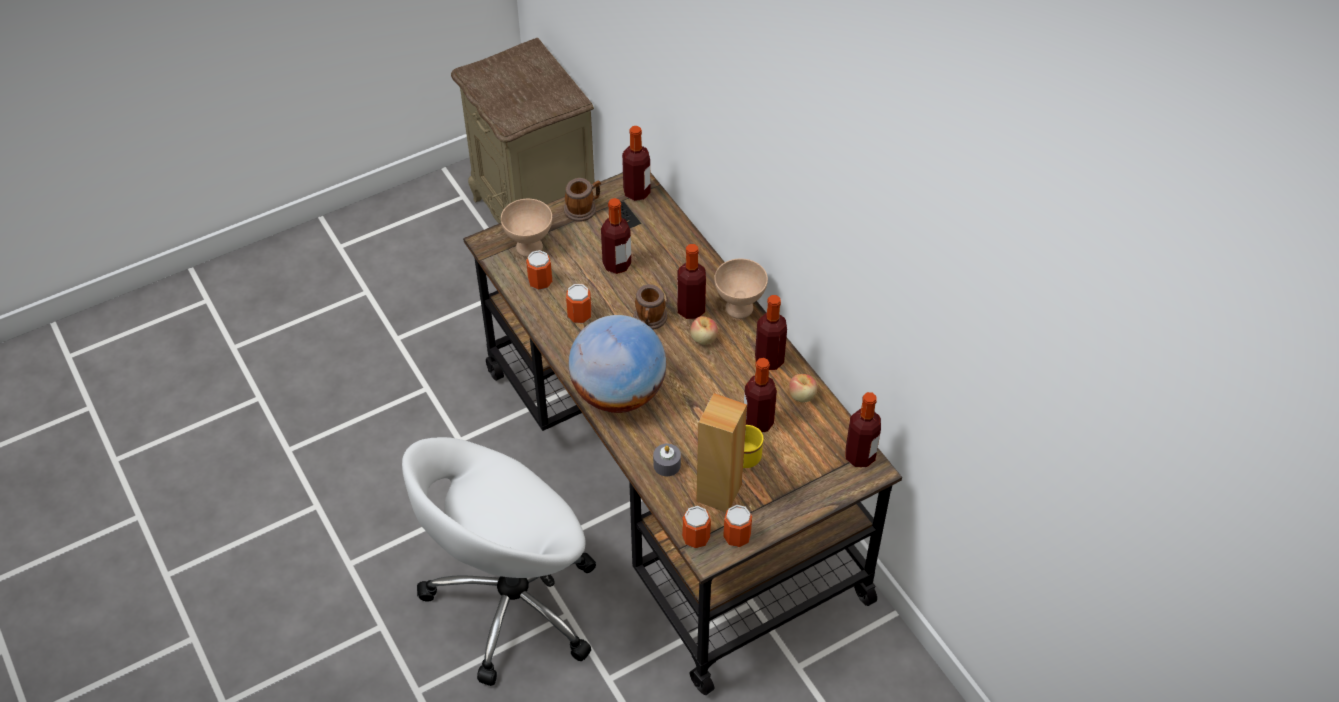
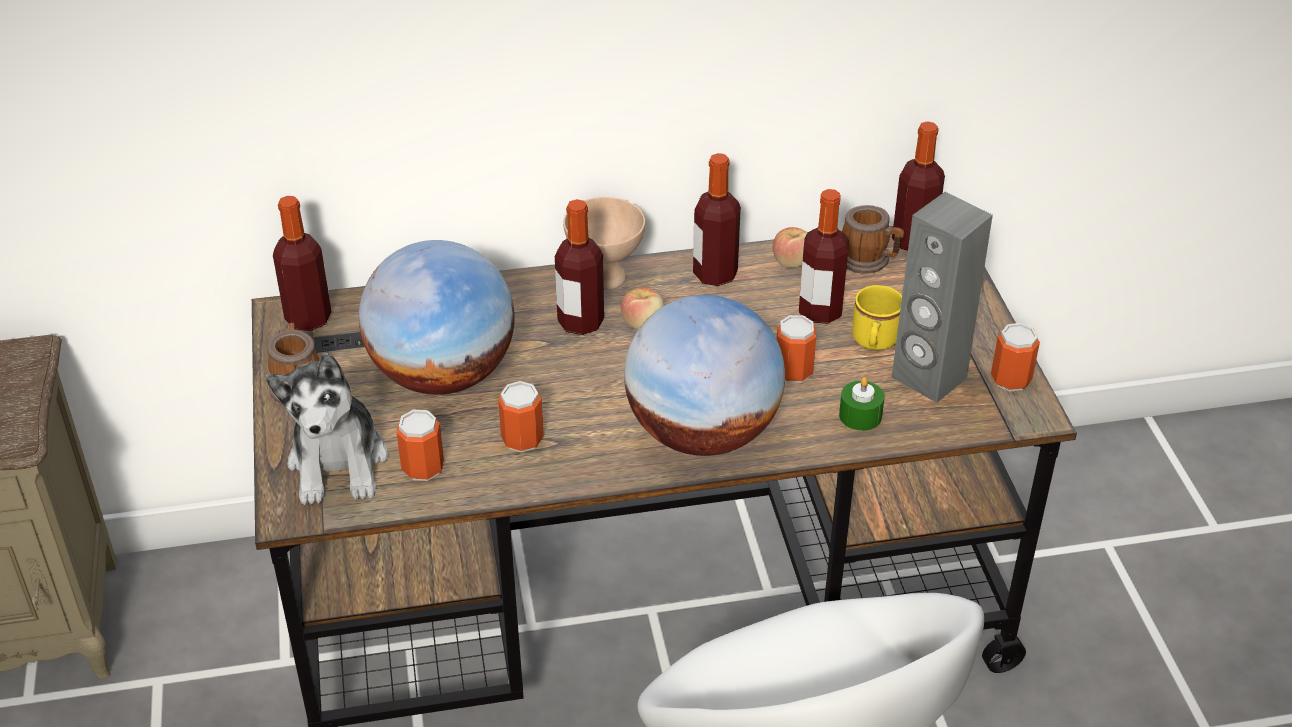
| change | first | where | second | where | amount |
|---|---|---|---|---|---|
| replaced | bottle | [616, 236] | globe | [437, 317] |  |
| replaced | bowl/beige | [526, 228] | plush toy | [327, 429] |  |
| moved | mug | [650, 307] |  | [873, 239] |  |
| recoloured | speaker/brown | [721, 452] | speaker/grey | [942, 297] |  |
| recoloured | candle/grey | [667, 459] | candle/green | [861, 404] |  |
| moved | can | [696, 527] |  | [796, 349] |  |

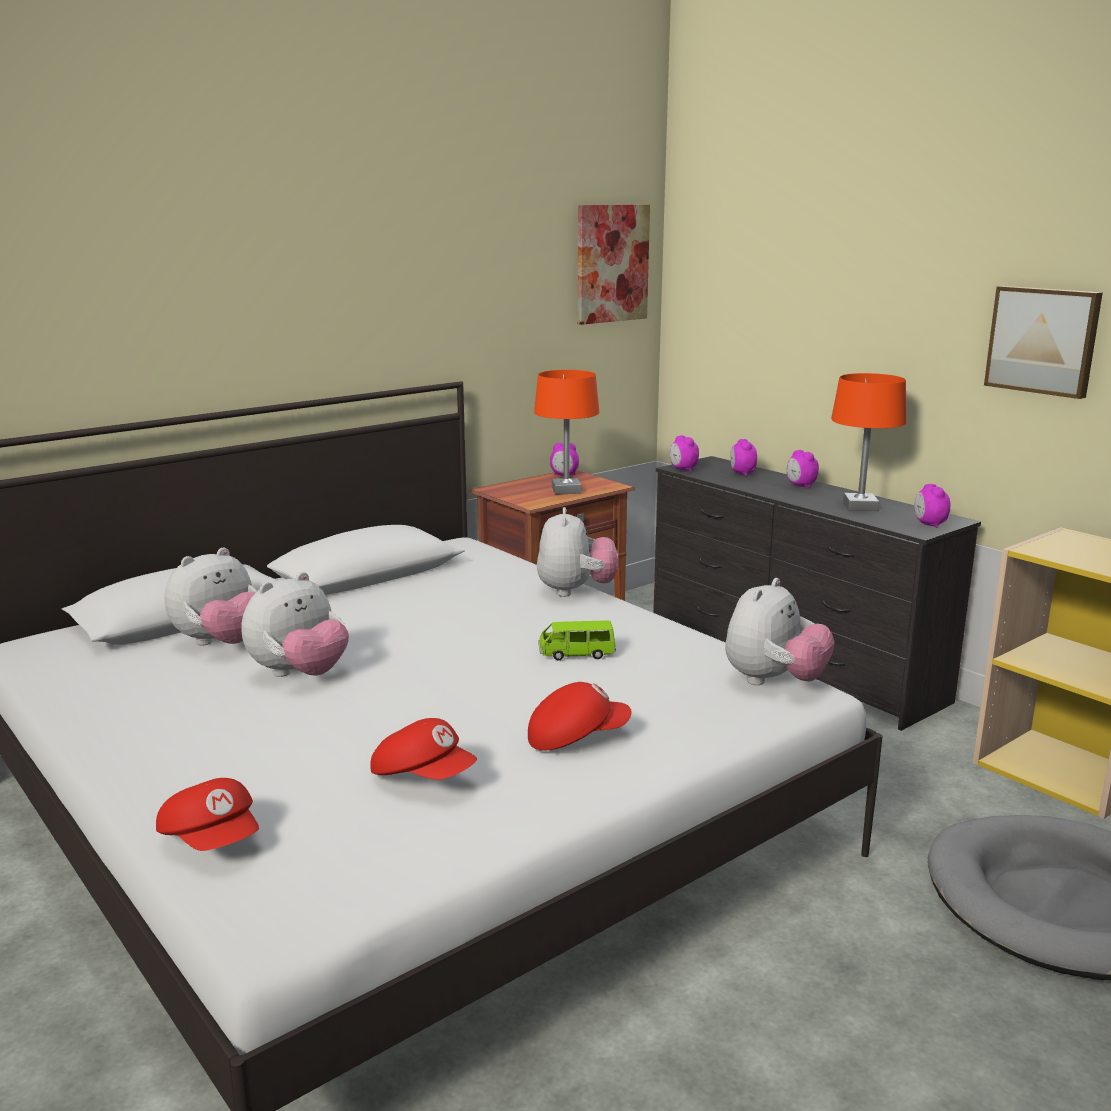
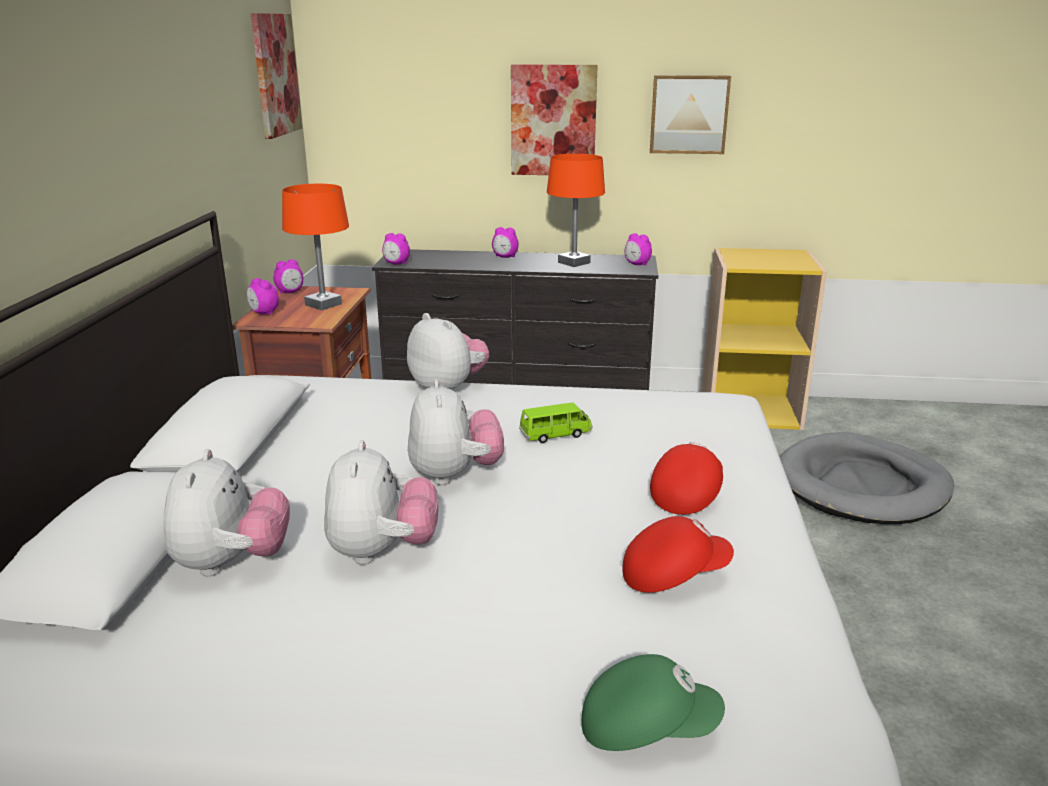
| change | first | where | second | where | amount |
|---|---|---|---|---|---|
| moved | alarm clock | [743, 457] |  | [263, 296] |  |
| moved | plush toy | [779, 631] |  | [456, 432] |  |
| turned | toy car/green | [577, 640] |  | [556, 423] | 150 degrees counterclockwise |
| recoloured | cap/red | [207, 814] | cap/green | [653, 702] |  |
| added |  |  | picture | [554, 119] |  |

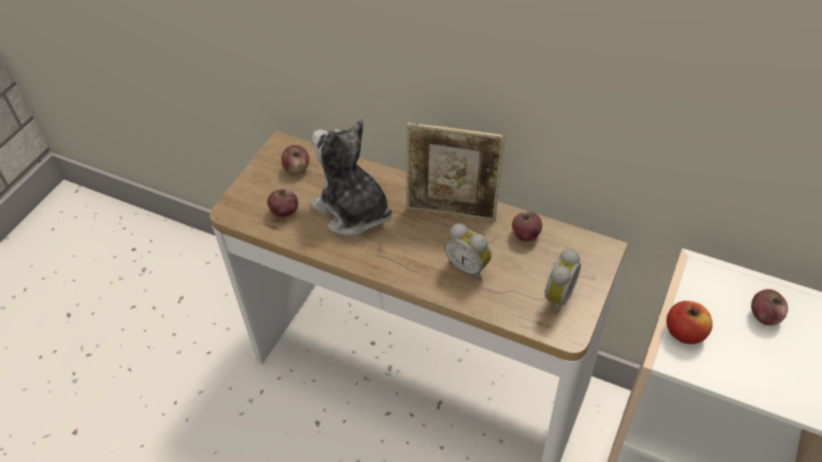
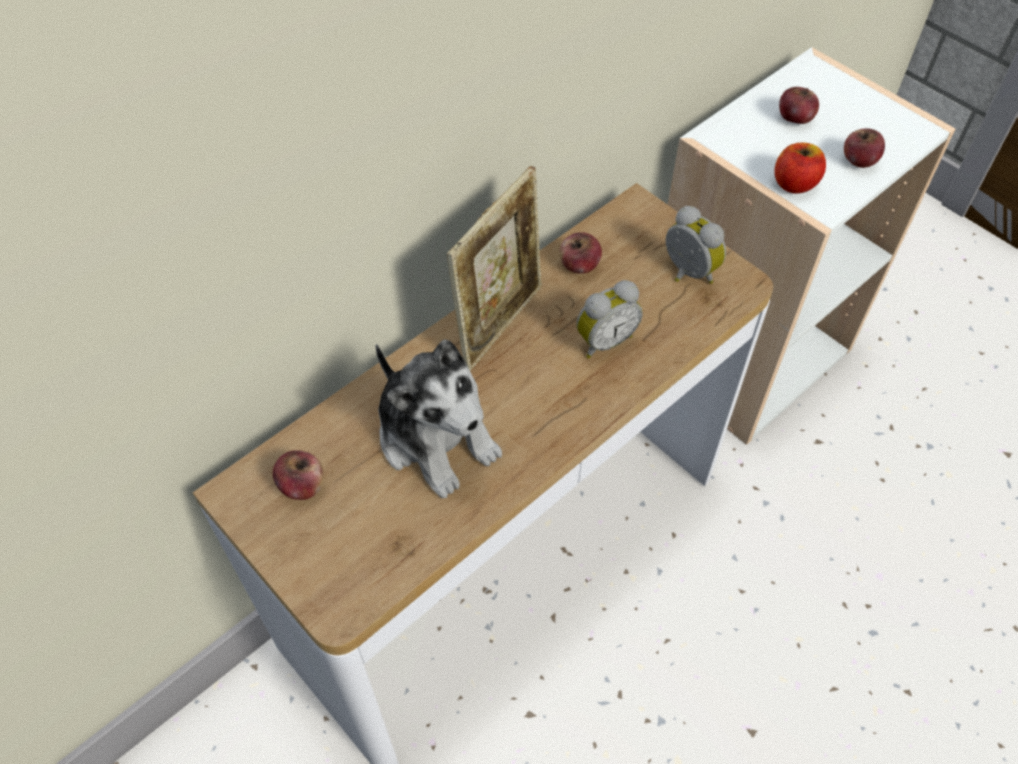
| change | first | where | second | where | amount |
|---|---|---|---|---|---|
| turned | plush toy | [351, 178] |  | [438, 419] | 105 degrees counterclockwise |
| moved | apple | [282, 203] |  | [864, 148] |  |

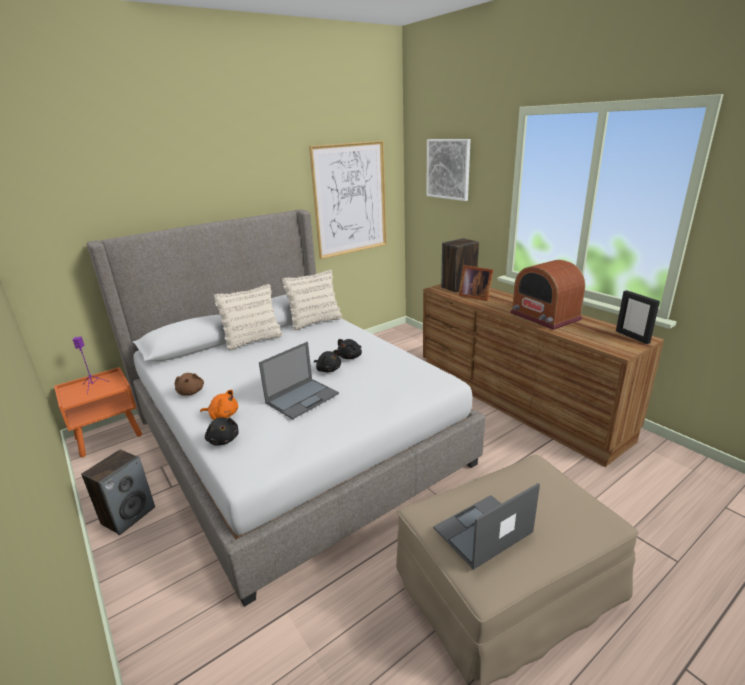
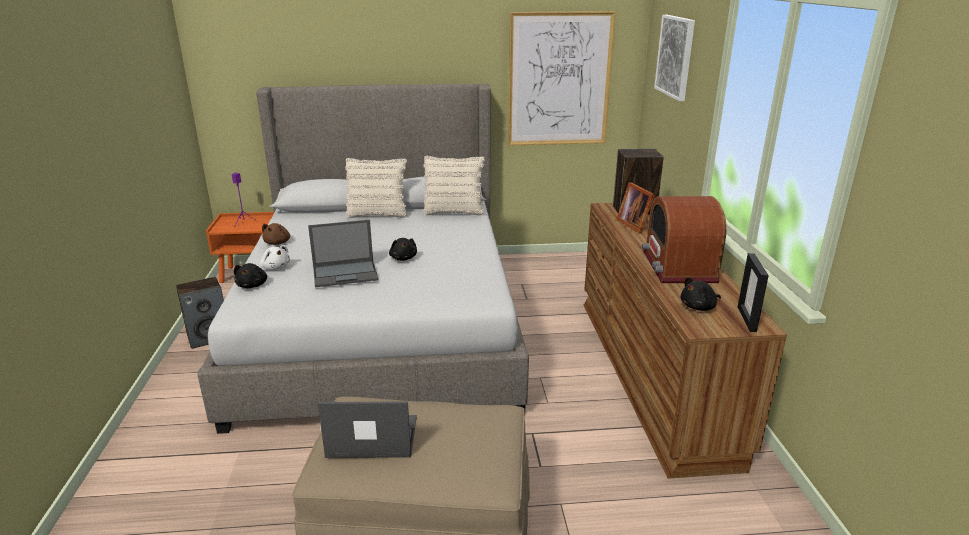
| change | first | where | second | where | amount |
|---|---|---|---|---|---|
| moved | plush toy/black | [349, 349] |  | [701, 294] |  |
| recoloured | plush toy/orange | [219, 405] | plush toy/white | [275, 257] |  |

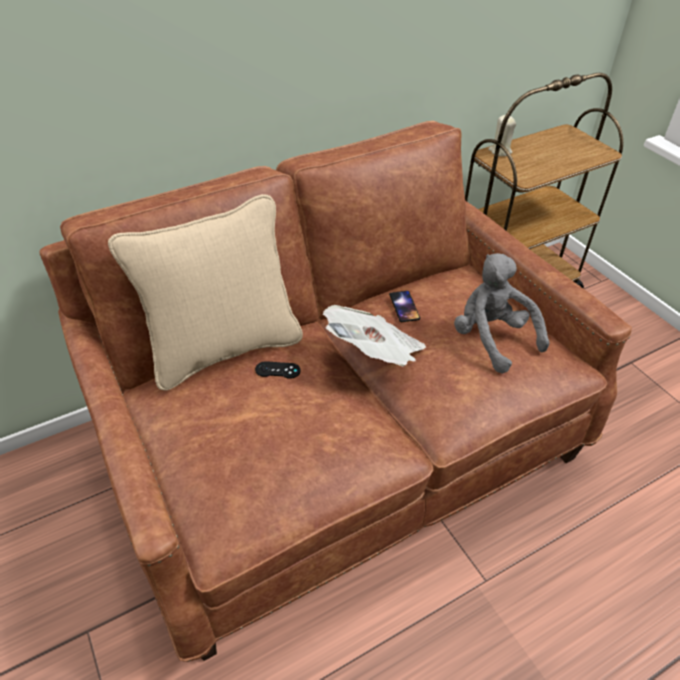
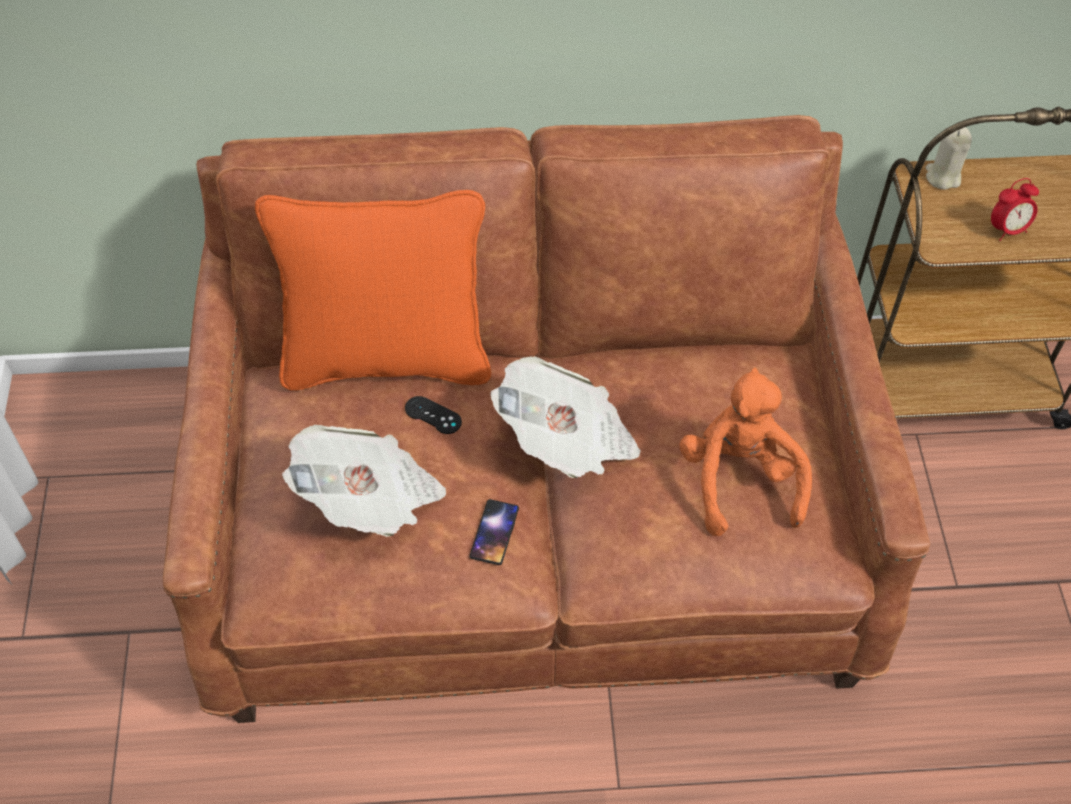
| change | first | where | second | where | amount |
|---|---|---|---|---|---|
| recoloured | pillow/beige | [205, 292] | pillow/orange | [373, 290] |  |
| recoloured | plush toy/grey | [501, 313] | plush toy/orange | [746, 451] |  |
| moved | phone | [404, 306] |  | [494, 532] |  |
| added |  |  | alarm clock | [1015, 209] |  |
| added |  |  | newspaper | [364, 481] |  |

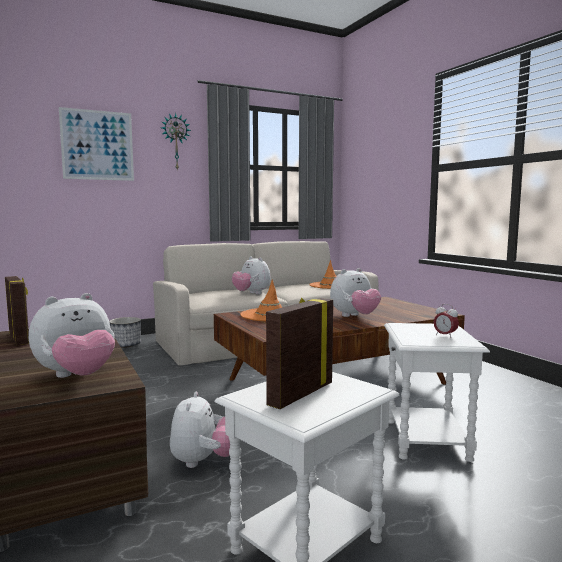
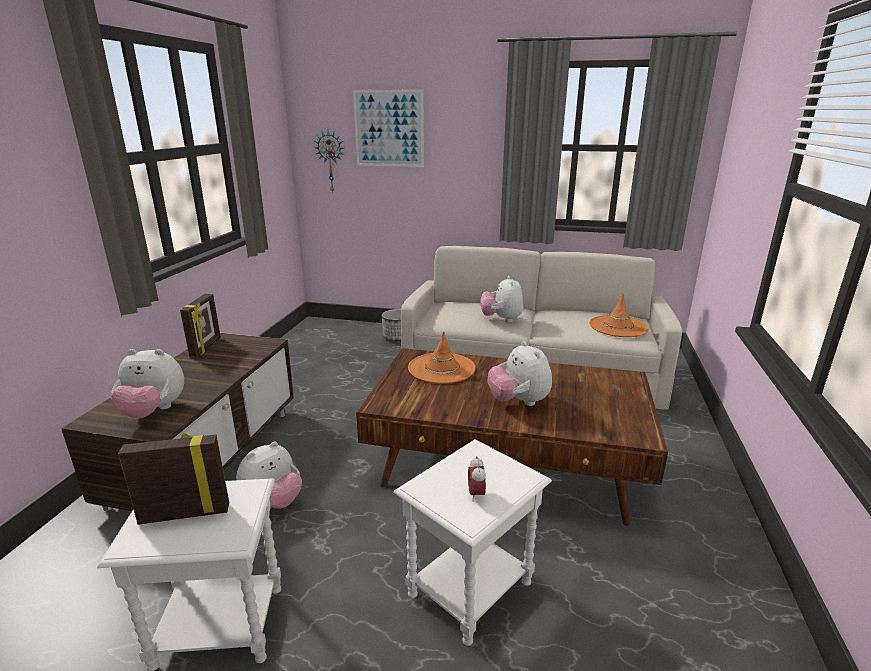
| change | first | where | second | where | amount |
|---|---|---|---|---|---|
| moved | wall clock | [176, 142] |  | [328, 162] |  |
| turned | plush toy | [355, 292] |  | [519, 373] | 60 degrees clockwise |

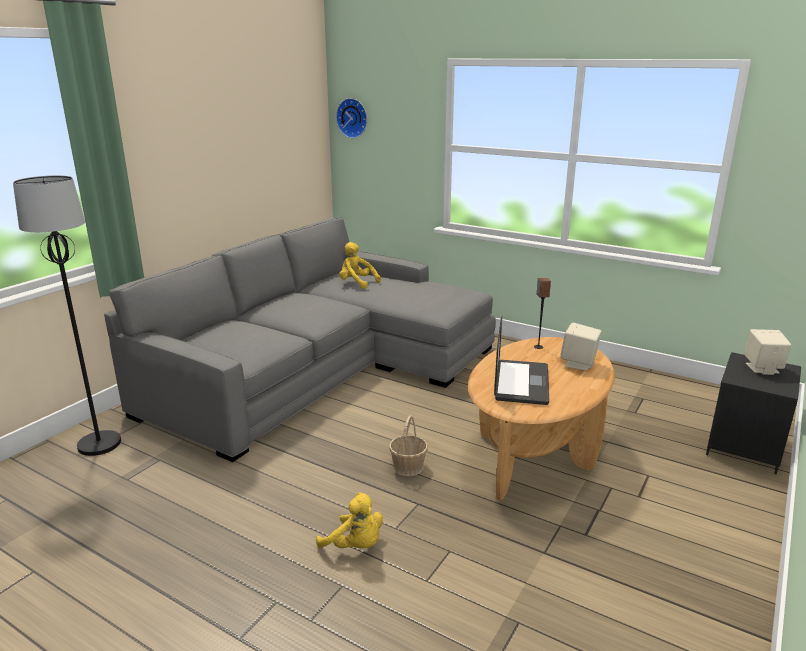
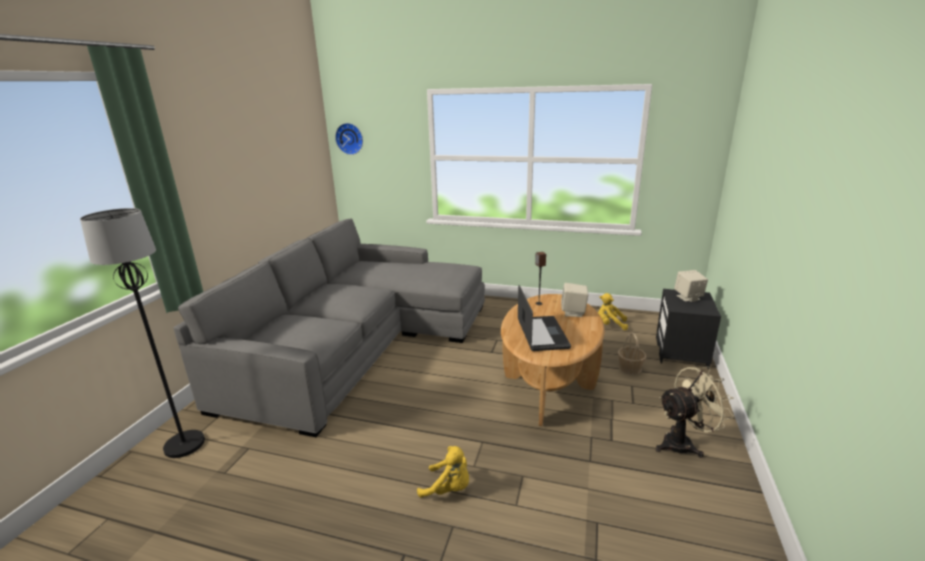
| change | first | where | second | where | amount |
|---|---|---|---|---|---|
| moved | plush toy/yellow | [360, 265] |  | [613, 311] |  |
| moved | basket | [408, 445] |  | [632, 354] |  |
| added |  |  | fan/beige | [694, 412] |  |

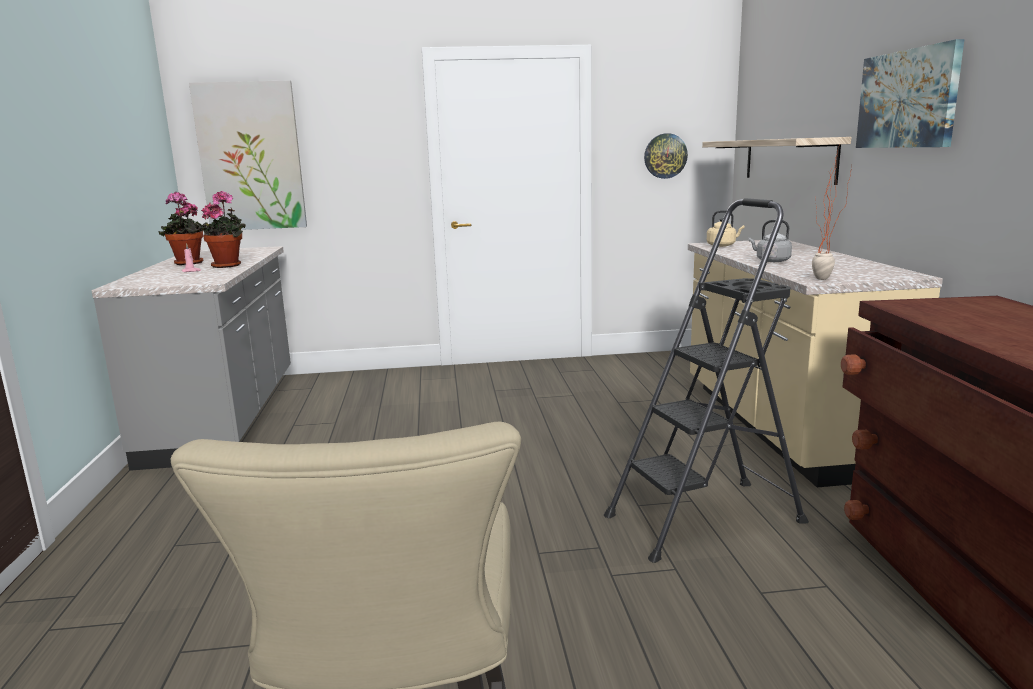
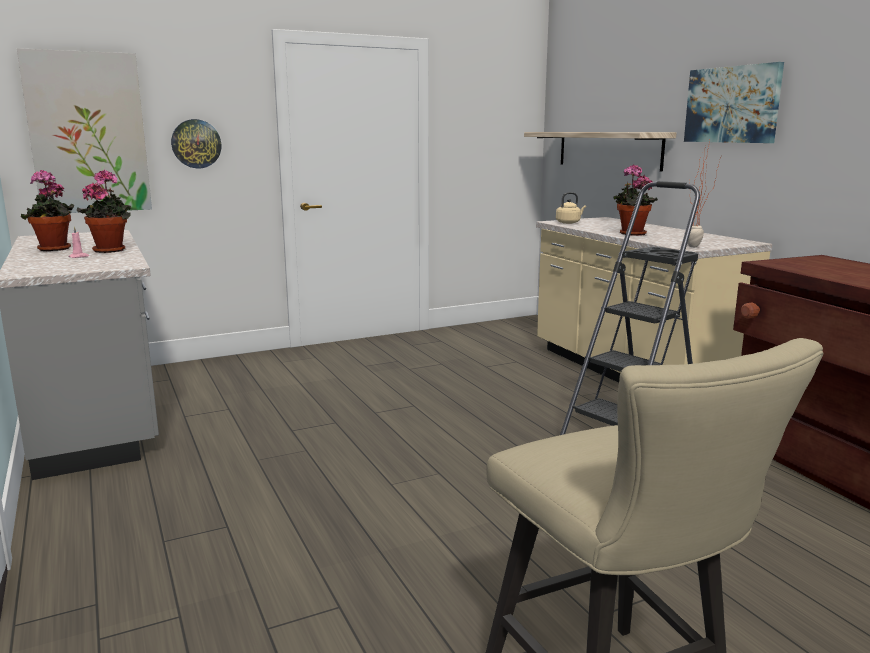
| change | first | where | second | where | amount |
|---|---|---|---|---|---|
| moved | wall clock | [666, 156] |  | [196, 143] |  |
| replaced | kettle/grey | [770, 241] | potted plant | [636, 200] |  |

